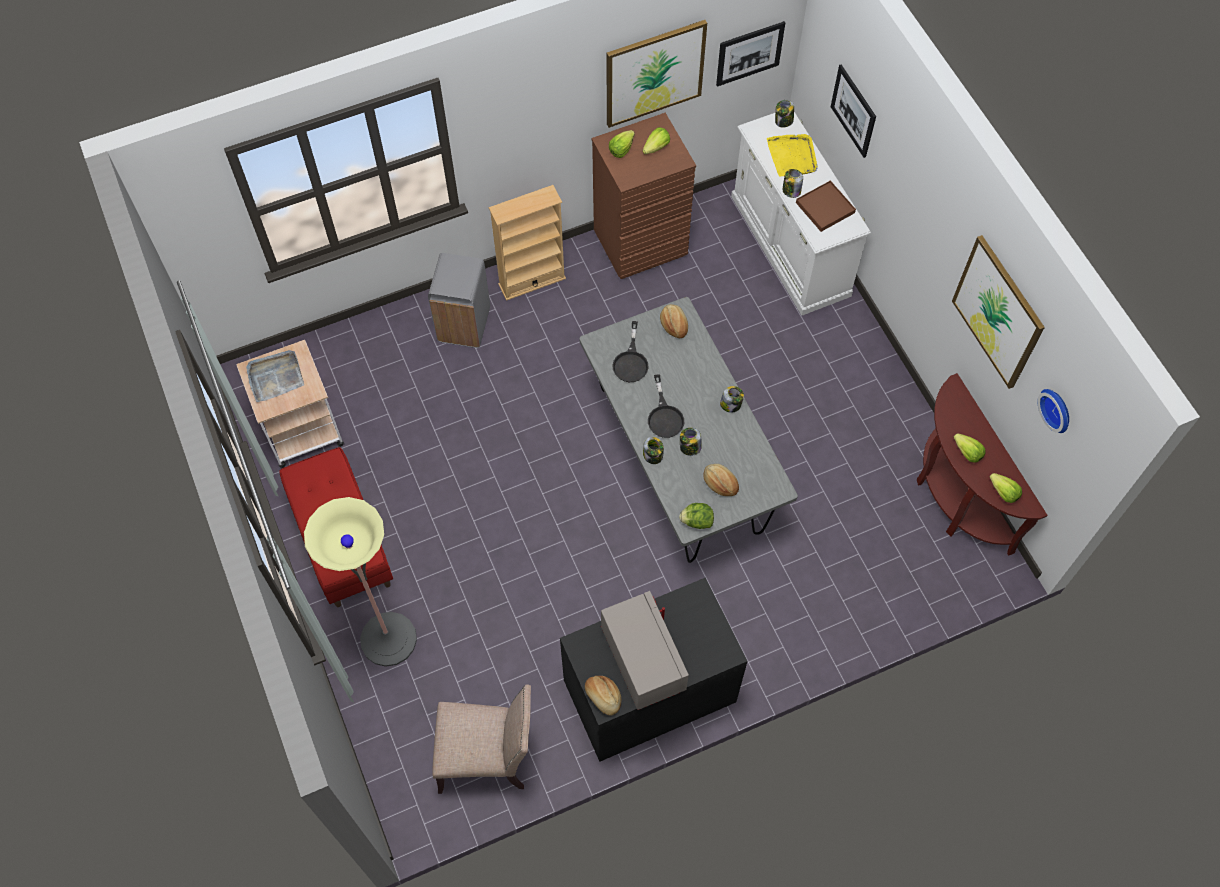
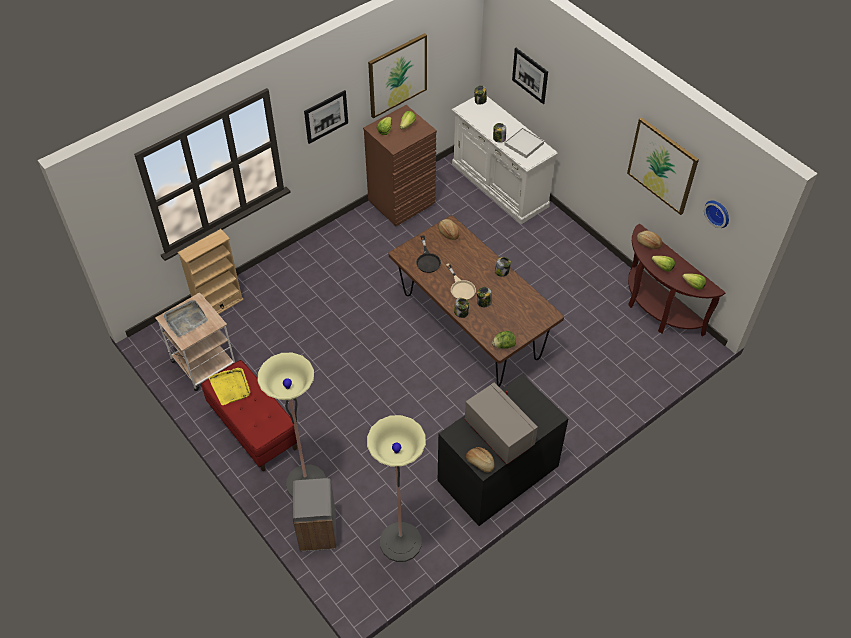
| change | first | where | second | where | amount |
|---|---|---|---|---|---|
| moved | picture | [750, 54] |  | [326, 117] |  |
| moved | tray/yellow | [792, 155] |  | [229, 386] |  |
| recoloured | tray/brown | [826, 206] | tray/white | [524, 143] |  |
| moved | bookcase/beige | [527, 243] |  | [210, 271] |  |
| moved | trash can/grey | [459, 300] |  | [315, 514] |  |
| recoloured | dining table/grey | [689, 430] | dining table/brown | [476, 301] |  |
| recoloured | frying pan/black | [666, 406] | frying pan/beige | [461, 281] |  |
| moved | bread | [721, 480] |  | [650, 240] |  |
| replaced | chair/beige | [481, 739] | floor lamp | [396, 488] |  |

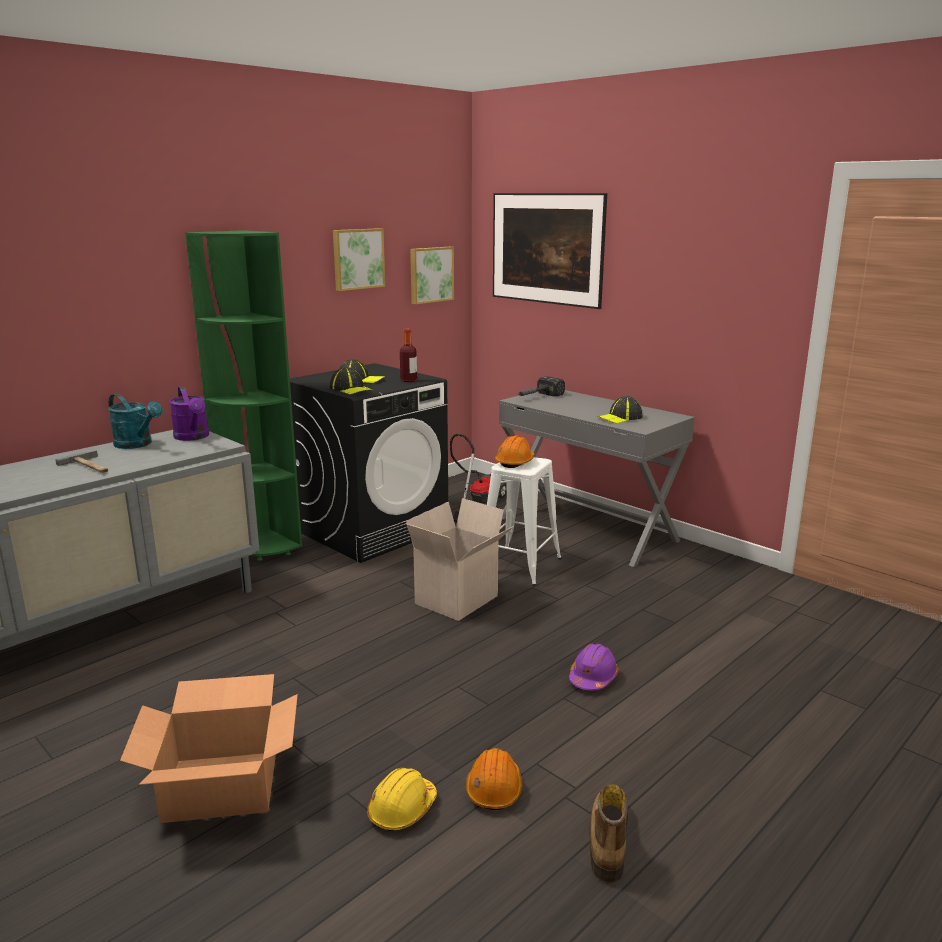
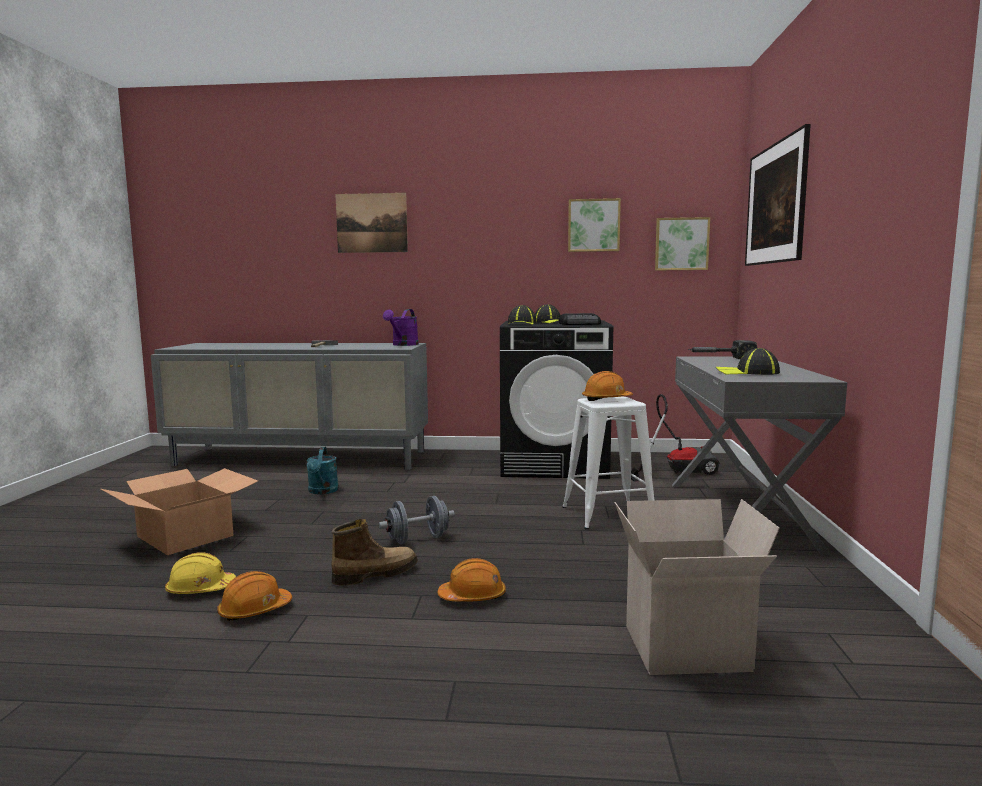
| change | first | where | second | where | amount |
|---|---|---|---|---|---|
| removed | bookcase/green | [243, 395] |  |  |  |
| replaced | bottle | [408, 355] | radio | [580, 319] |  |
| moved | watering can/turquoise | [135, 421] |  | [323, 470] |  |
| moved | cardboard box | [460, 559] |  | [697, 587] |  |
| recoloured | hard hat/purple | [594, 667] | hard hat/orange | [471, 579] |  |
| moved | boot | [608, 833] |  | [374, 552] |  |
| added |  |  | picture | [371, 223] |  |
| added |  |  | dumbbell/grey | [417, 520] |  |

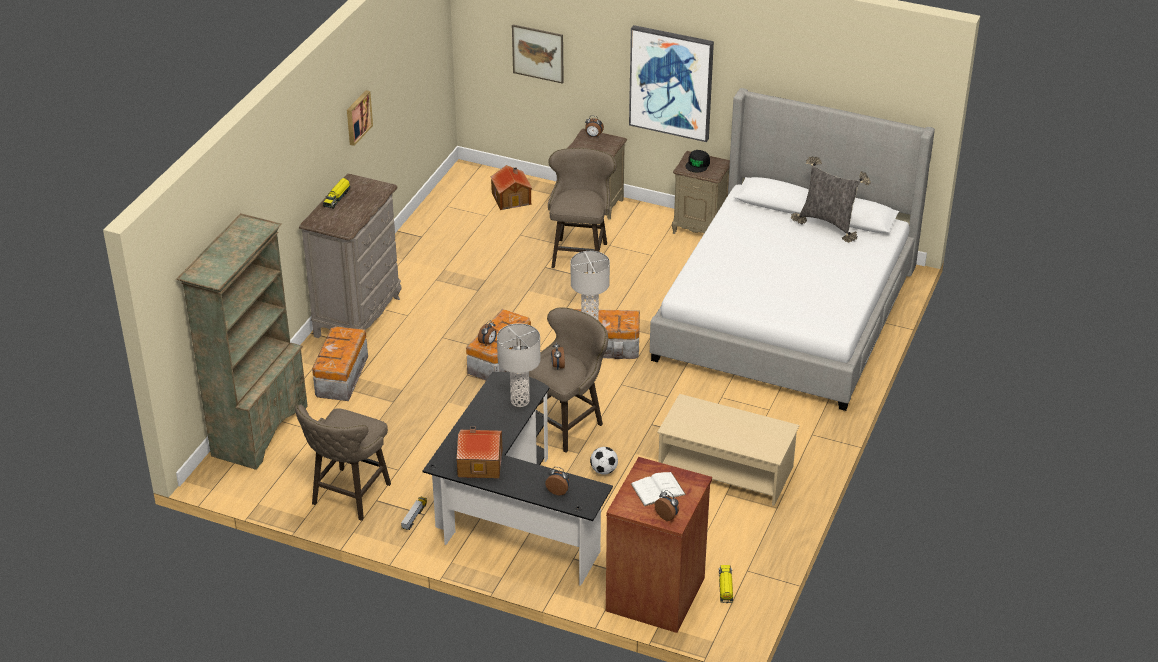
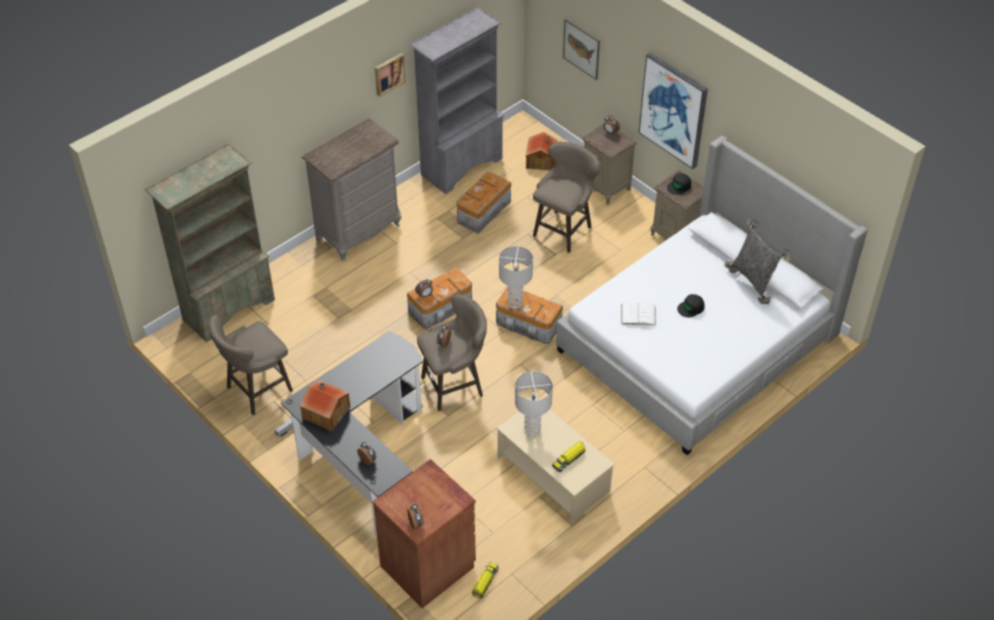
| change | first | where | second | where | amount |
|---|---|---|---|---|---|
| moved | toy truck | [337, 193] |  | [569, 457] |  |
| moved | table lamp/white | [519, 365] |  | [534, 404] |  |
| moved | storage box | [340, 363] |  | [484, 203] |  |
| removed | football | [604, 461] |  |  |  |
| moved | book/white | [658, 489] |  | [638, 314] |  |
| added |  |  | bookcase/grey | [456, 100] |  |
| added |  |  | cap/black | [691, 305] |  |

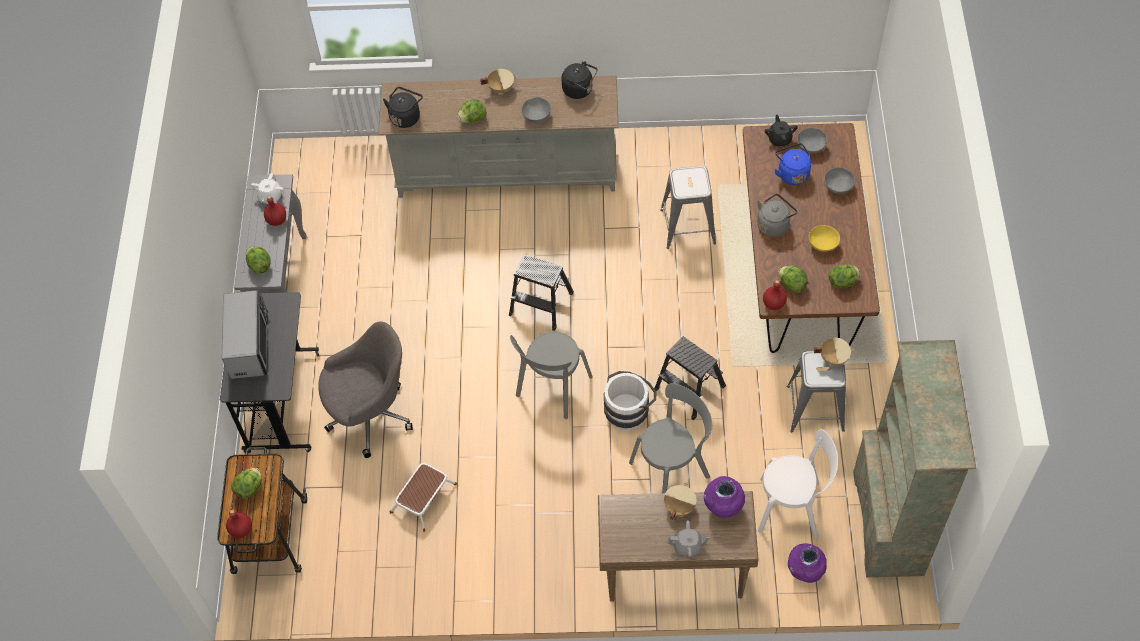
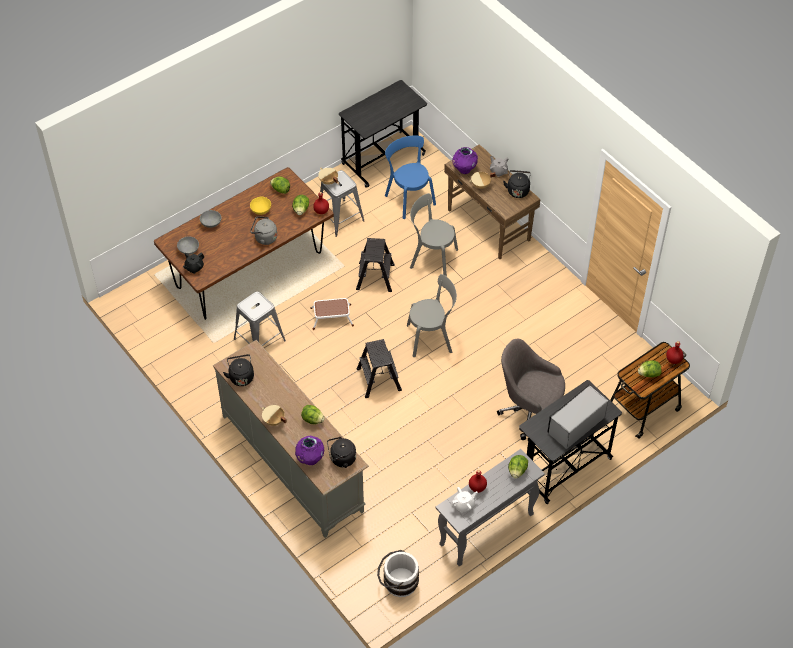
| change | first | where | second | where | amount |
|---|---|---|---|---|---|
| removed | bowl/grey | [536, 110] |  |  |  |
| removed | kettle/blue | [793, 164] |  |  |  |
| replaced | bookcase/green | [914, 458] | desk/black | [383, 134] |  |
| moved | bucket/white | [630, 400] |  | [398, 573] |  |
| recoloured | chair/white | [798, 483] | chair/blue | [410, 177] |  |
| moved | step ladder/brown | [424, 497] |  | [332, 314] |  |
| moved | vase/purple | [807, 563] |  | [309, 450] |  |
| added |  |  | kettle/black | [517, 184] |  |

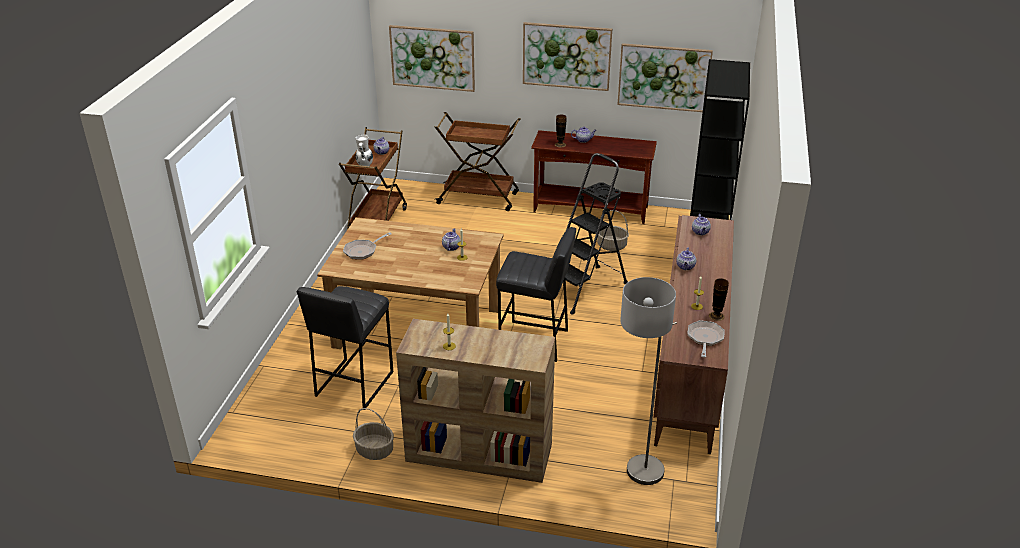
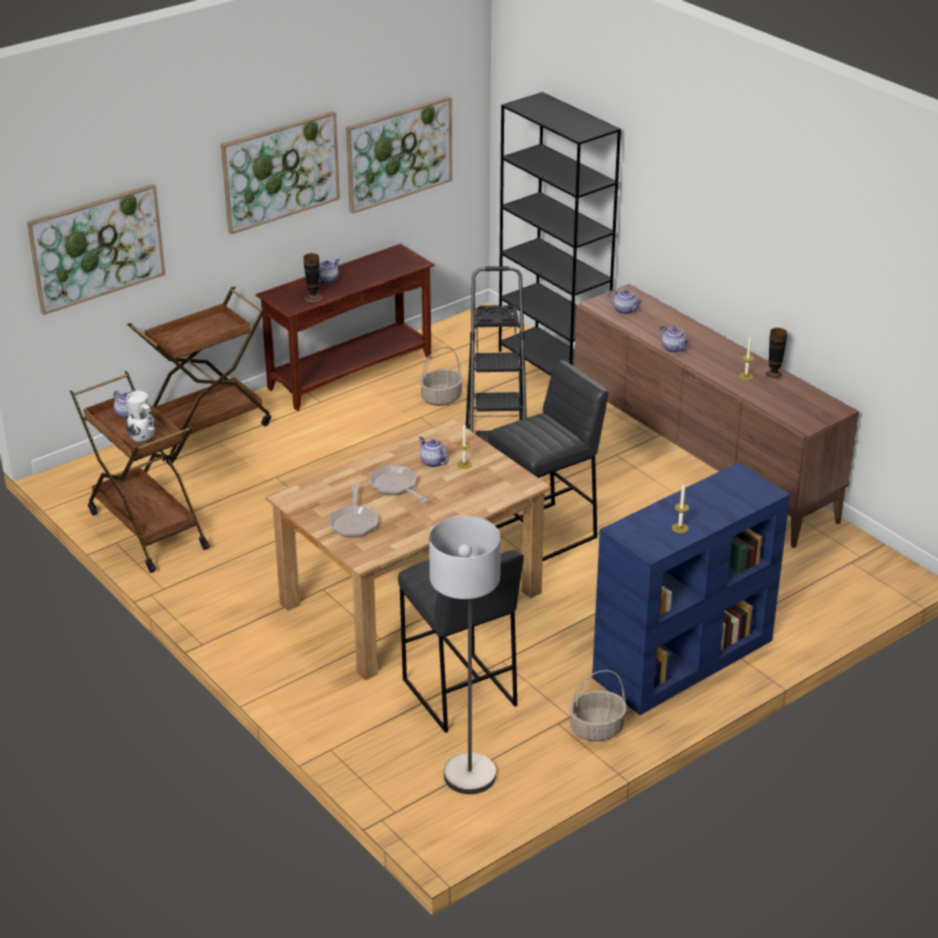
| change | first | where | second | where | amount |
|---|---|---|---|---|---|
| moved | floor lamp/grey | [648, 381] |  | [465, 655] |  |
| recoloured | bookcase/brown | [475, 401] | bookcase/blue | [691, 588] |  |
| moved | frying pan | [706, 338] |  | [398, 484] |  |

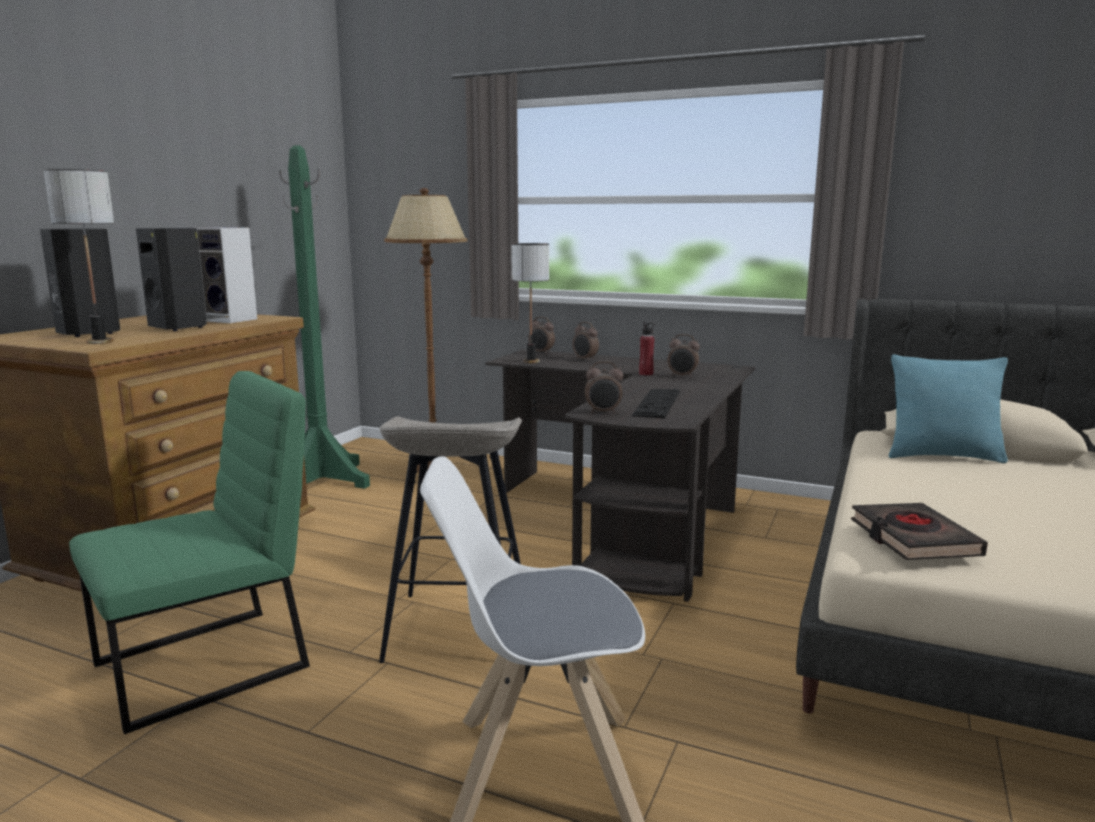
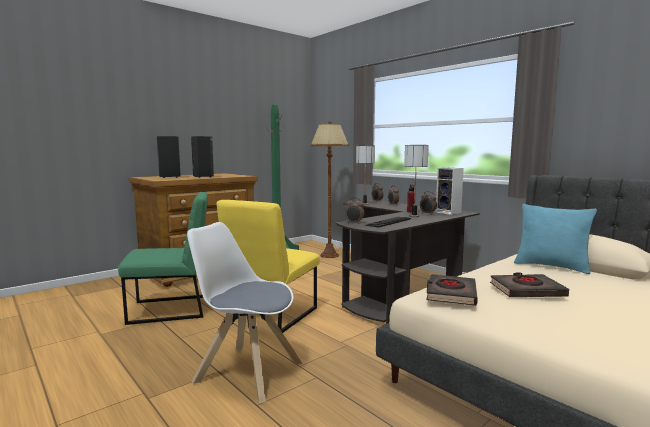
| change | first | where | second | where | amount |
|---|---|---|---|---|---|
| moved | table lamp | [79, 256] |  | [416, 181] |  |
| moved | speaker | [227, 275] |  | [450, 191] |  |
| replaced | stool/grey | [450, 539] | chair/yellow | [268, 266] |  |
| added |  |  | book/black | [529, 285] |  |

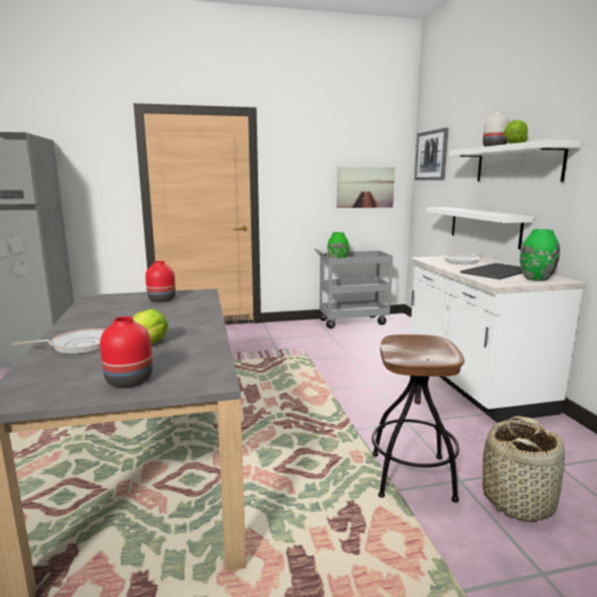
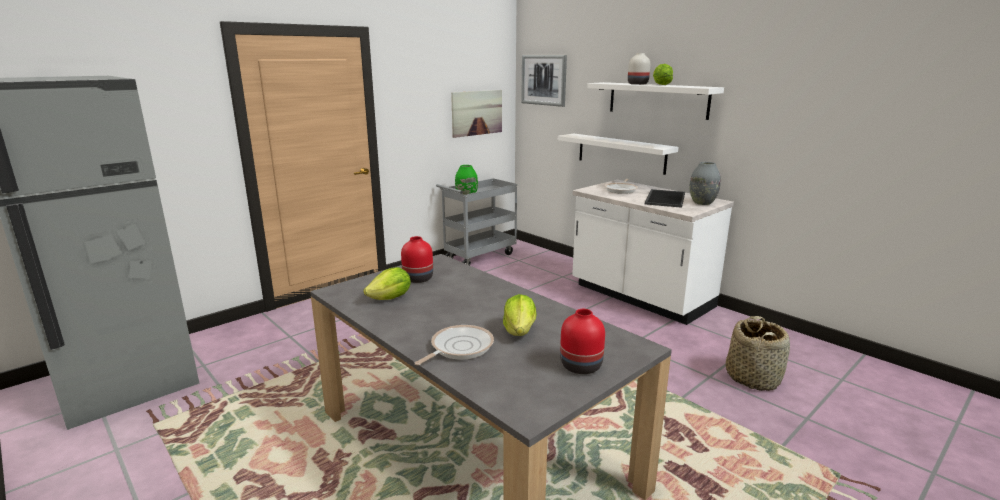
| change | first | where | second | where | amount |
|---|---|---|---|---|---|
| recoloured | vase/green | [540, 255] | vase/grey | [705, 183] |  |
| removed | stool/brown | [418, 418] |  |  |  |
| added |  |  | lettuce | [387, 283] |  |

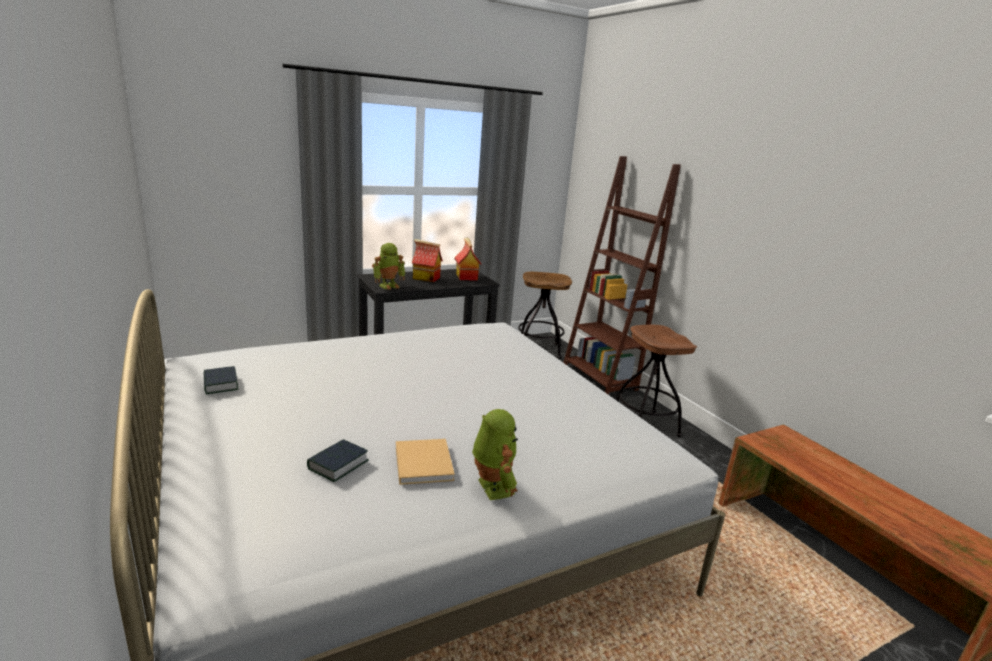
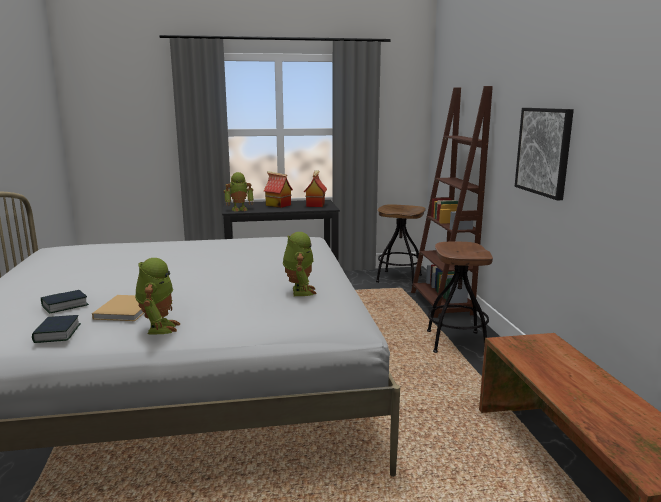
| change | first | where | second | where | amount |
|---|---|---|---|---|---|
| moved | book | [221, 380] |  | [56, 329] |  |
| added |  |  | picture | [544, 154] |  |
| added |  |  | toy robot | [299, 264] |  |

